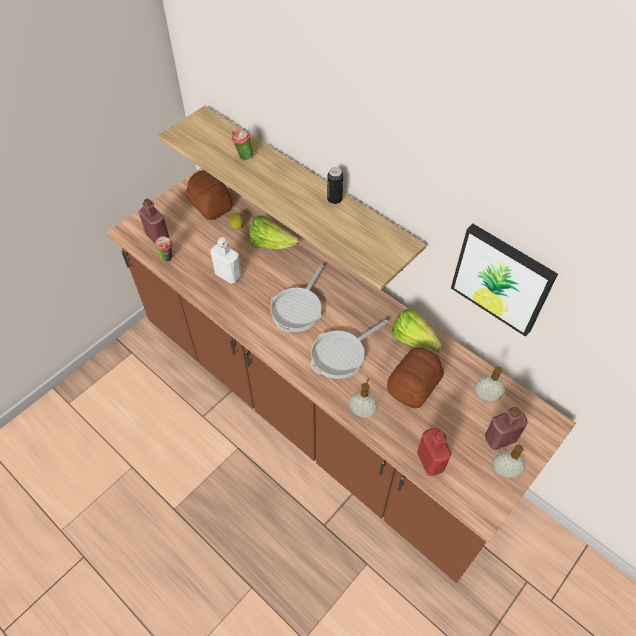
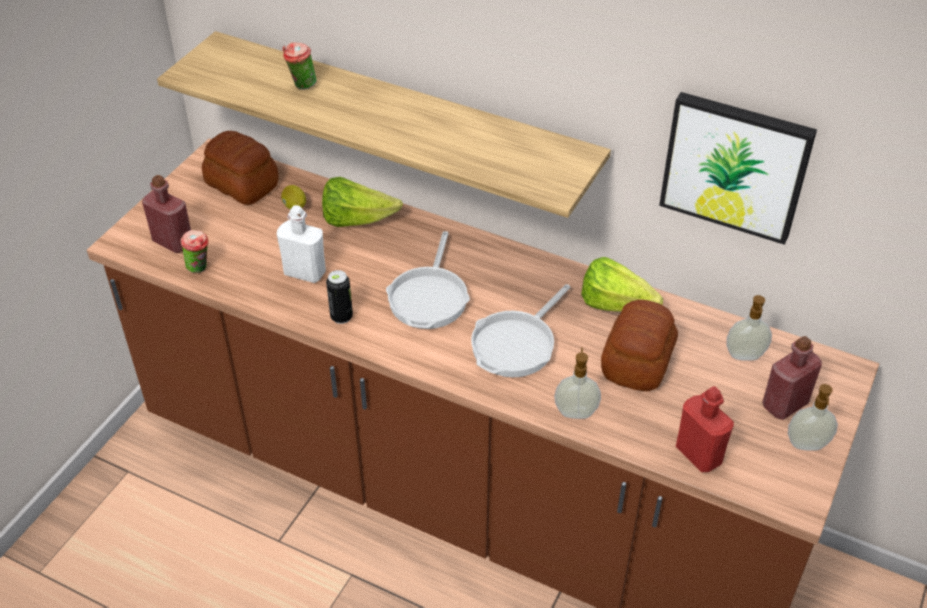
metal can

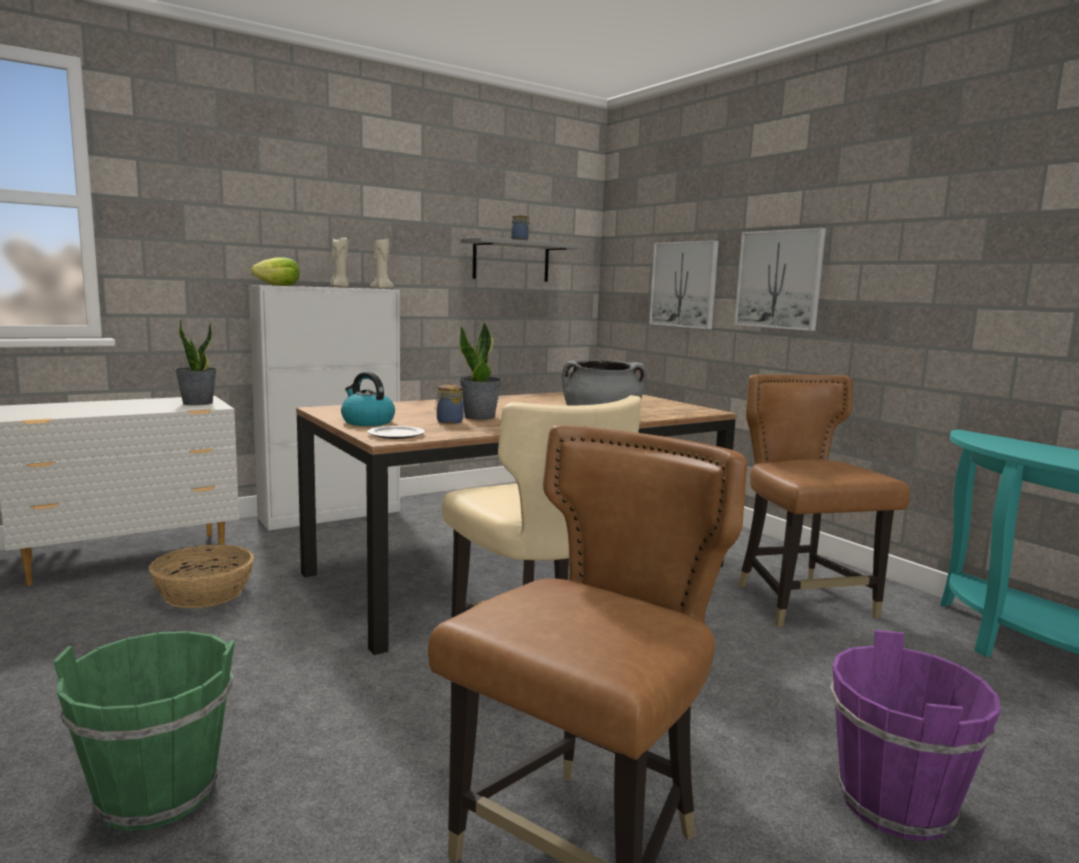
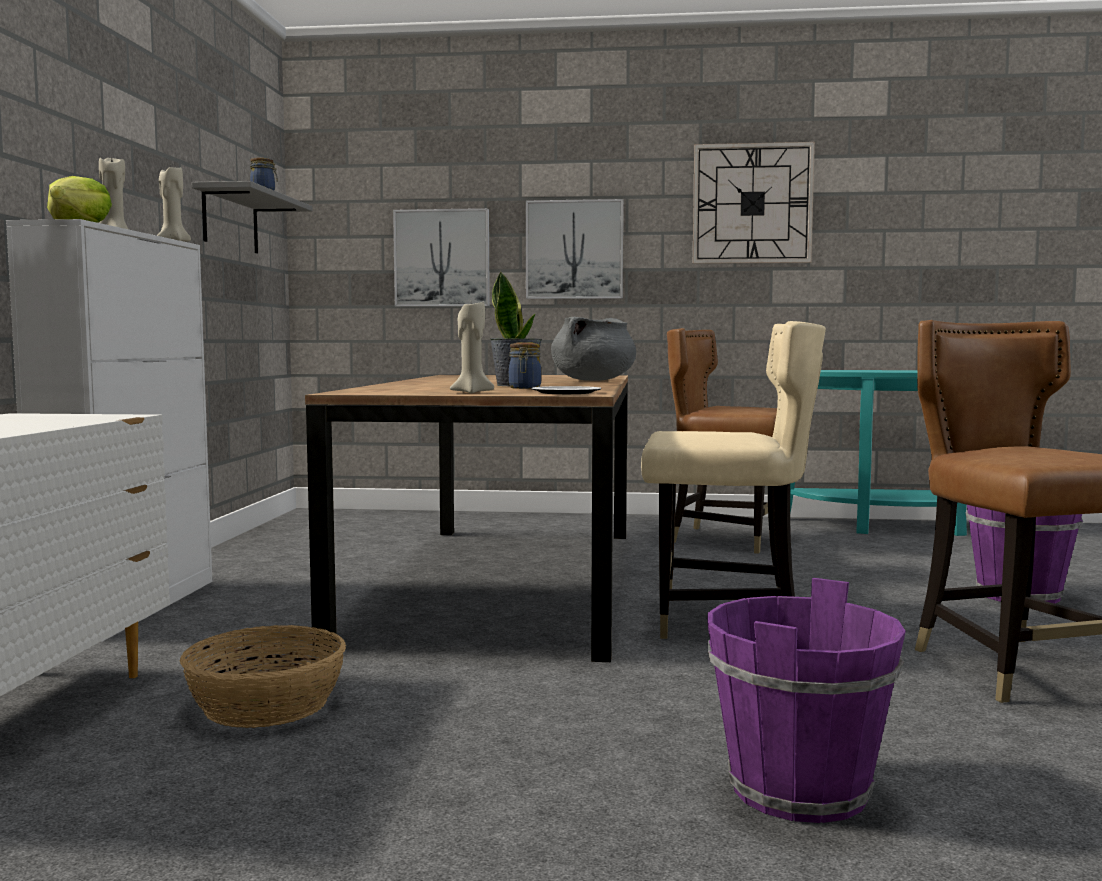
pail/purplish (1st from left)
potted plant (1st from left in the first image)
wax candle/beige-coloured (3rd from left)
clock on the wall

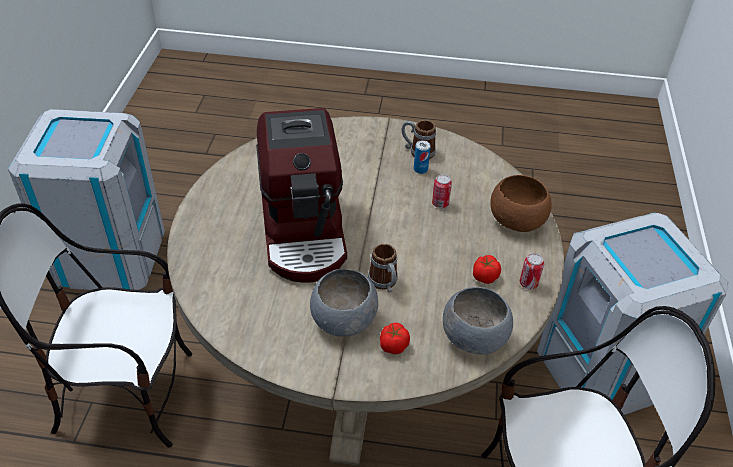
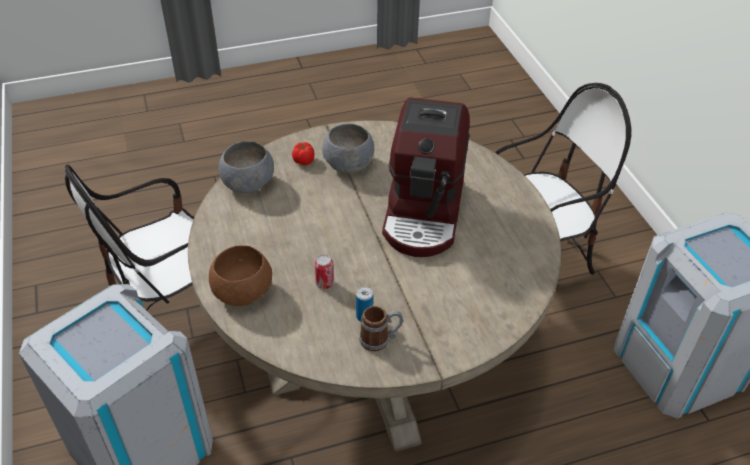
coffee maker
tea mug (1st from left in the first image)
whole tomato (2nd from left in the first image)
metal can (3rd from left in the first image)

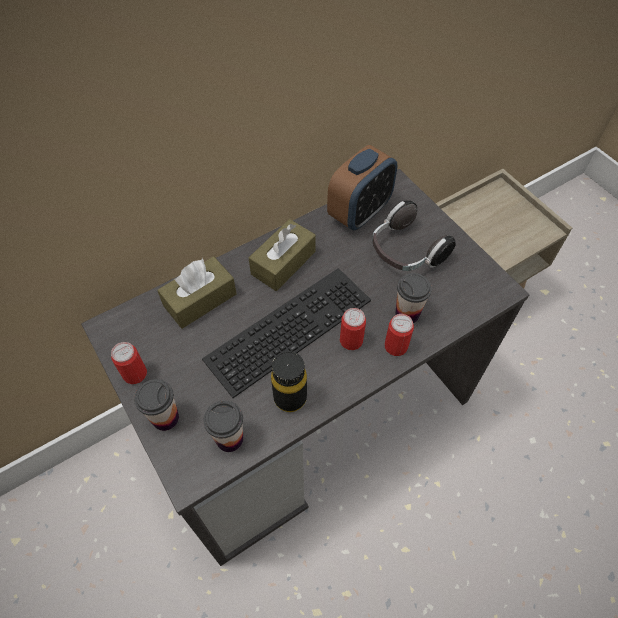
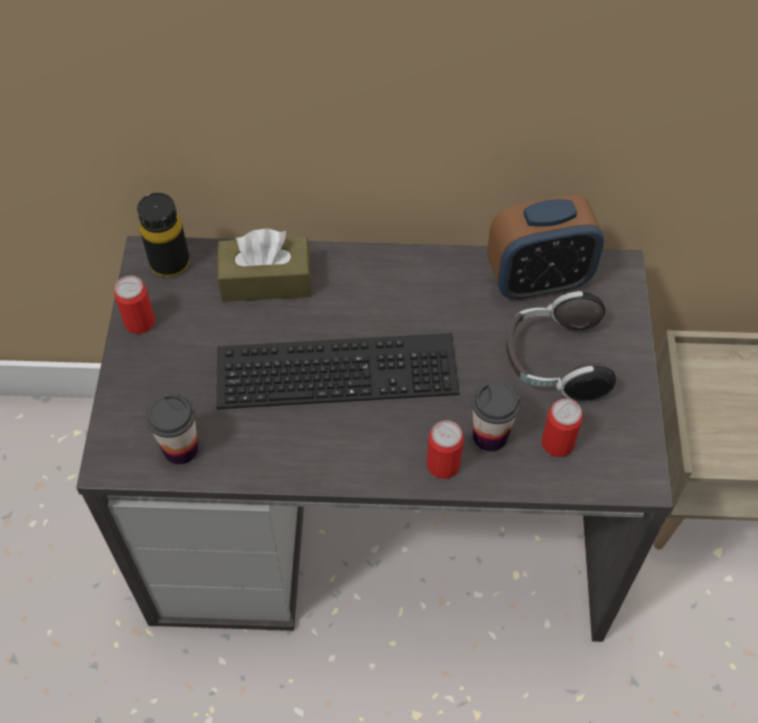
small cup (1st from left in the first image)
tissue holder/brown-coloured (2nd from left in the first image)
bottle/black
metal can (3rd from left)

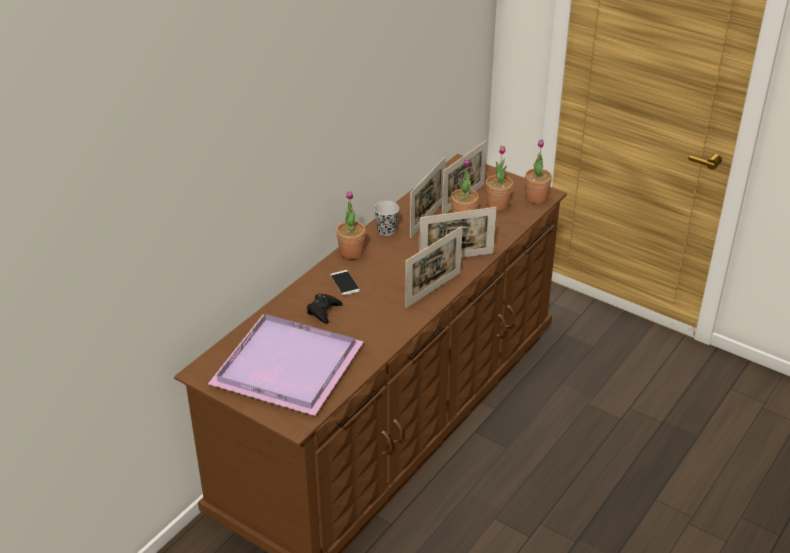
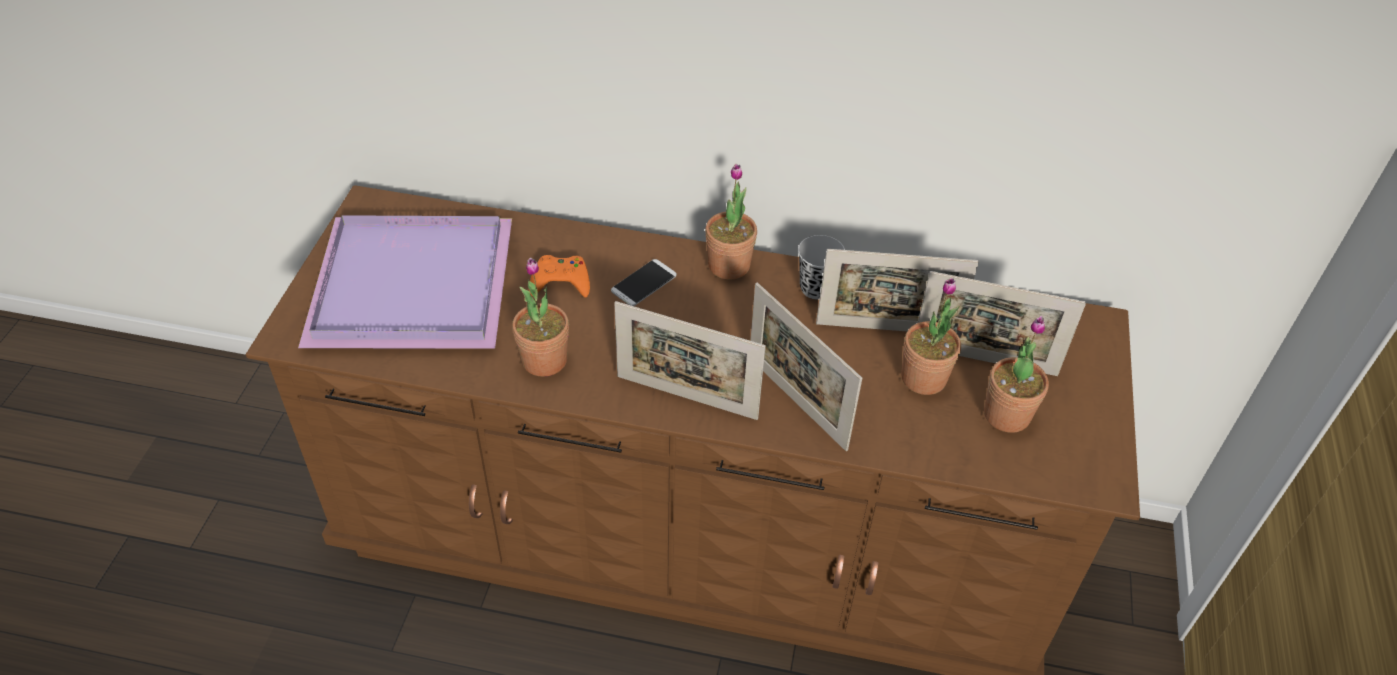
gamepad/orangey
potted plant (1st from left)

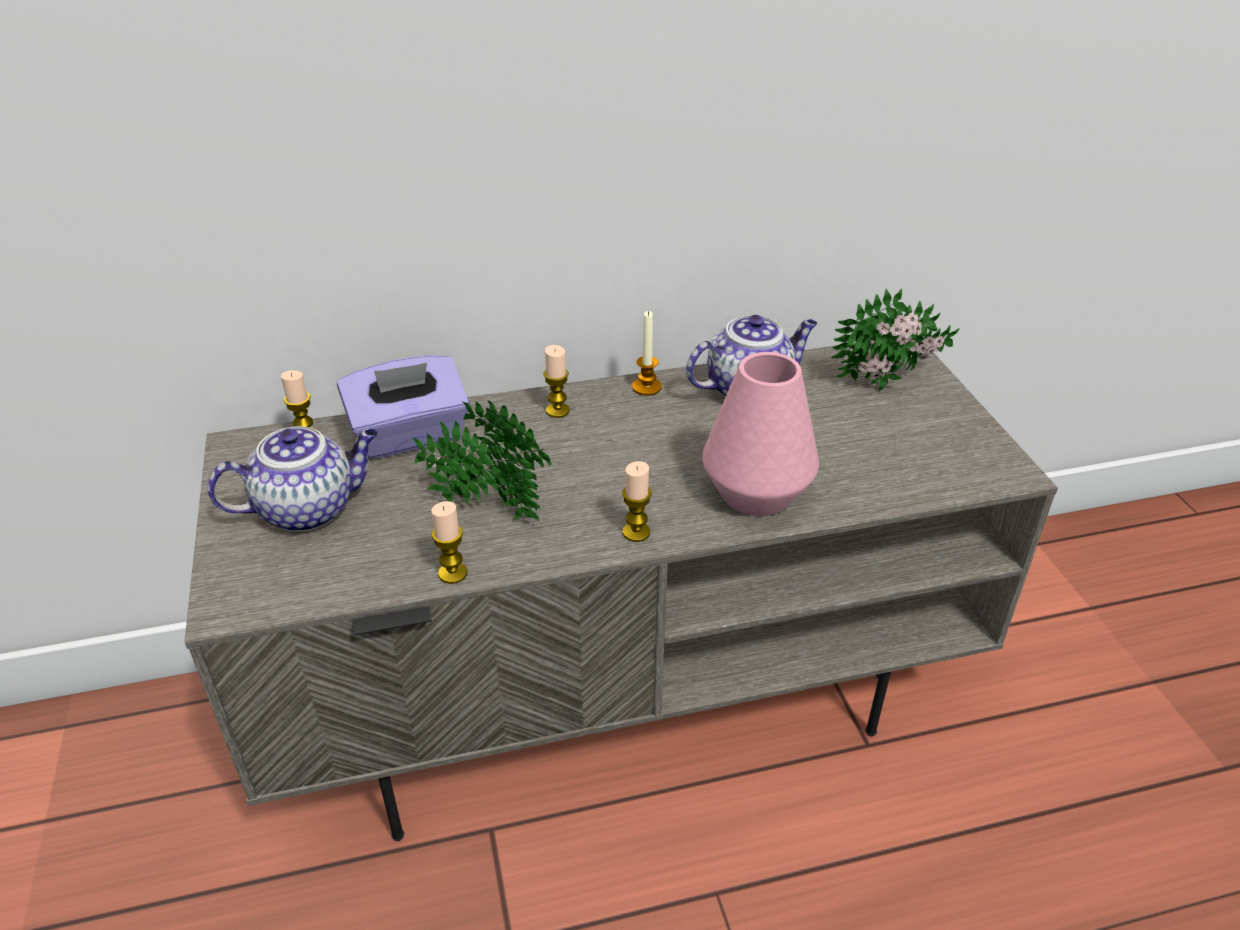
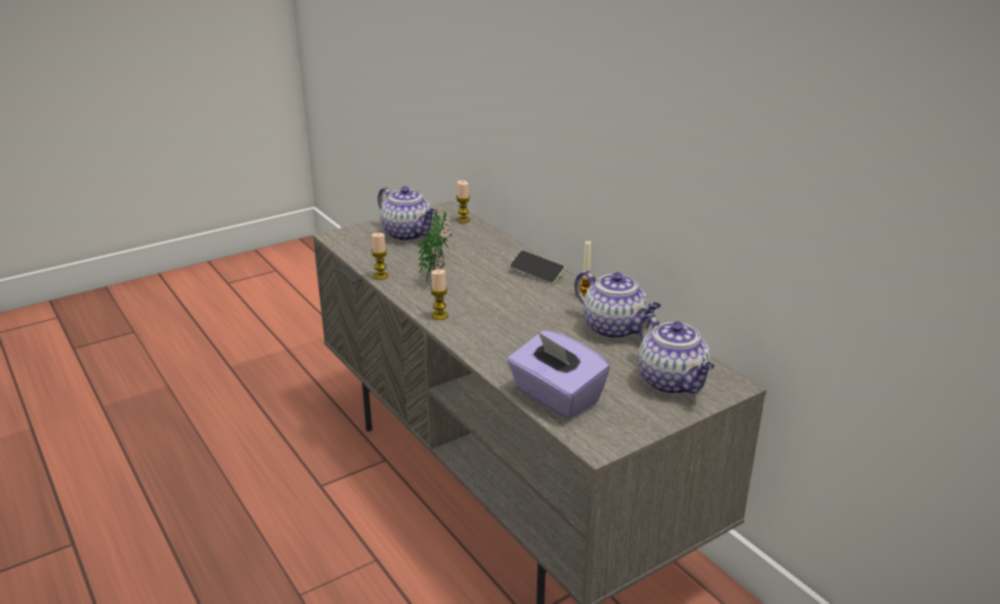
tissue holder/purplish
telephone
decorative vase/pink-coloured
teapot (3rd from left)

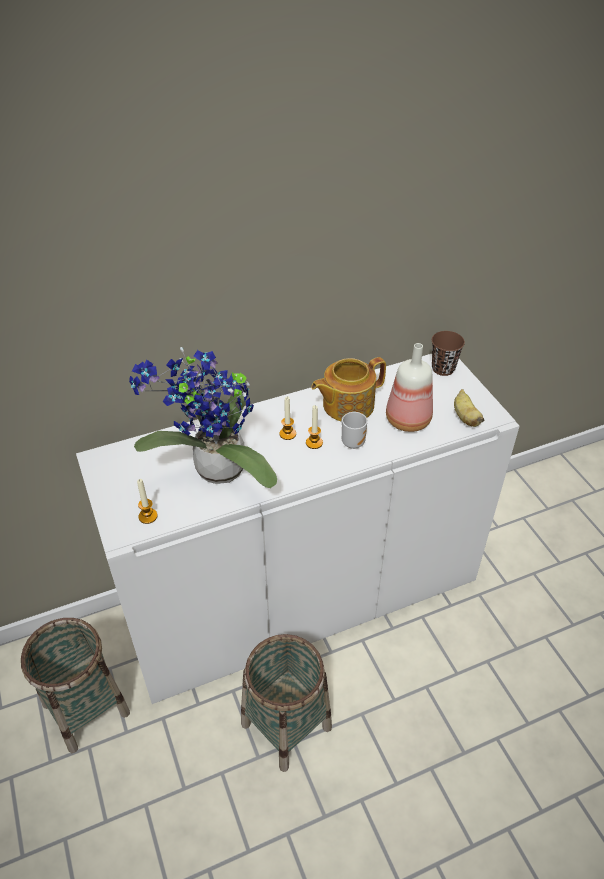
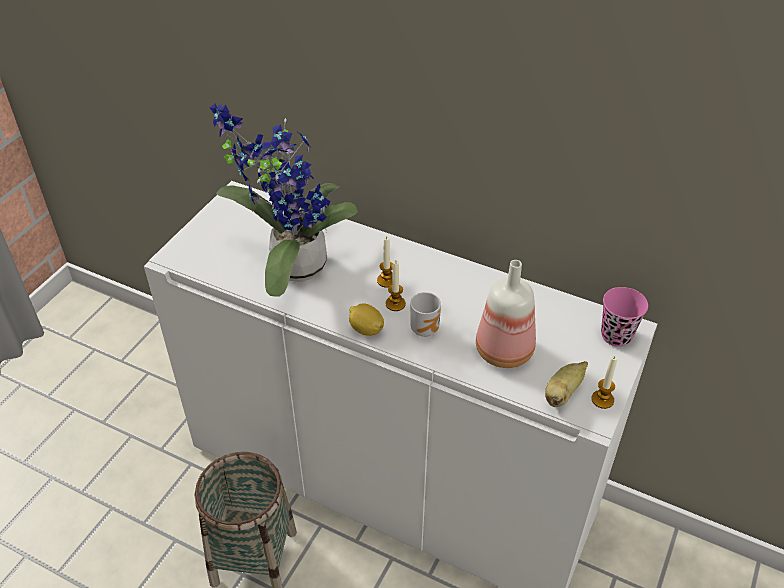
basket (1st from left in the first image)
wax candle (3rd from left)
teapot
small cup/pink-coloured
citrus fruit

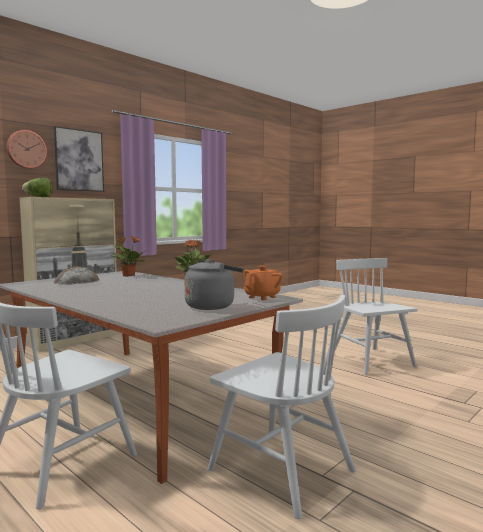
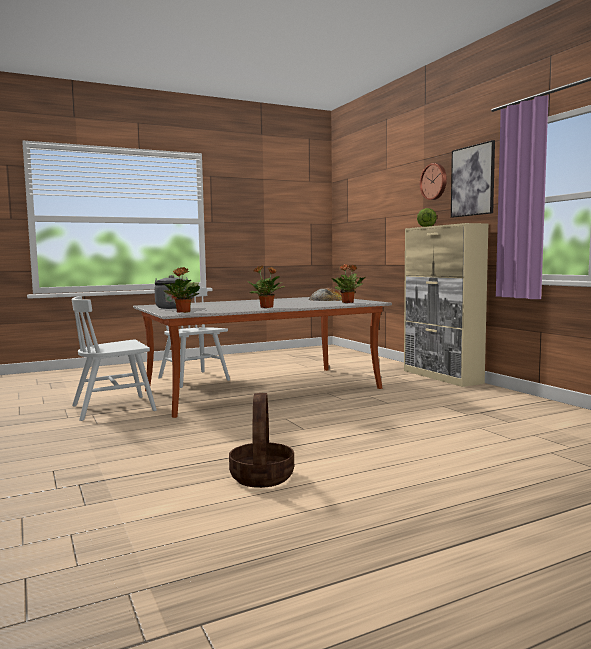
potted plant (1st from left)
basket

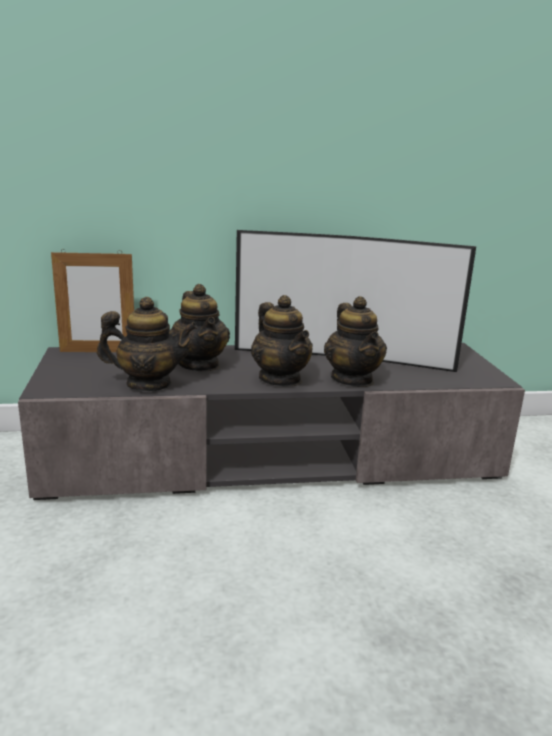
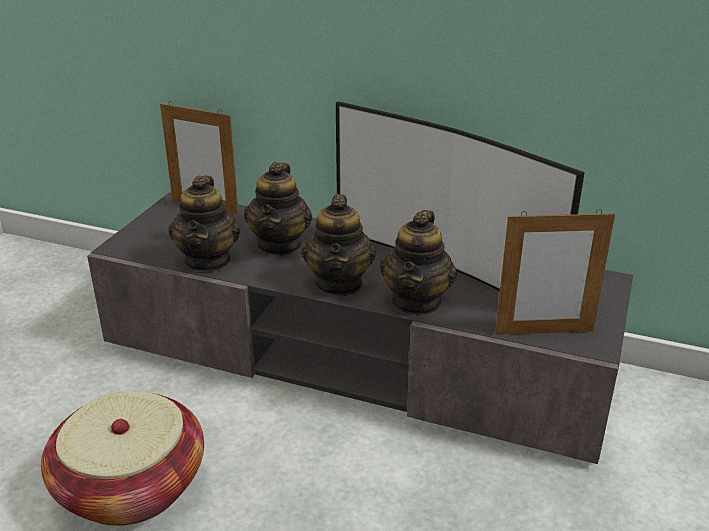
teapot (1st from left)
basket
picture frame (2nd from left)

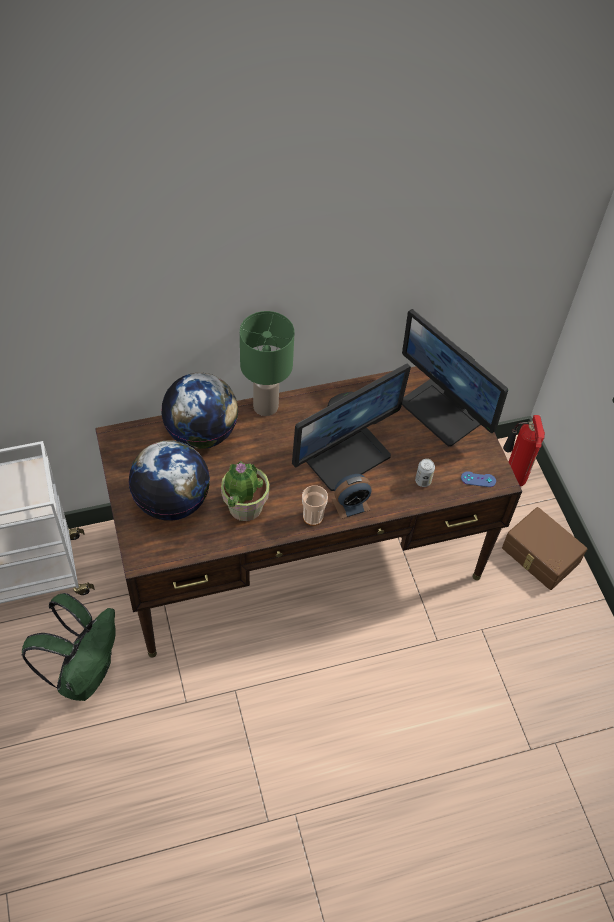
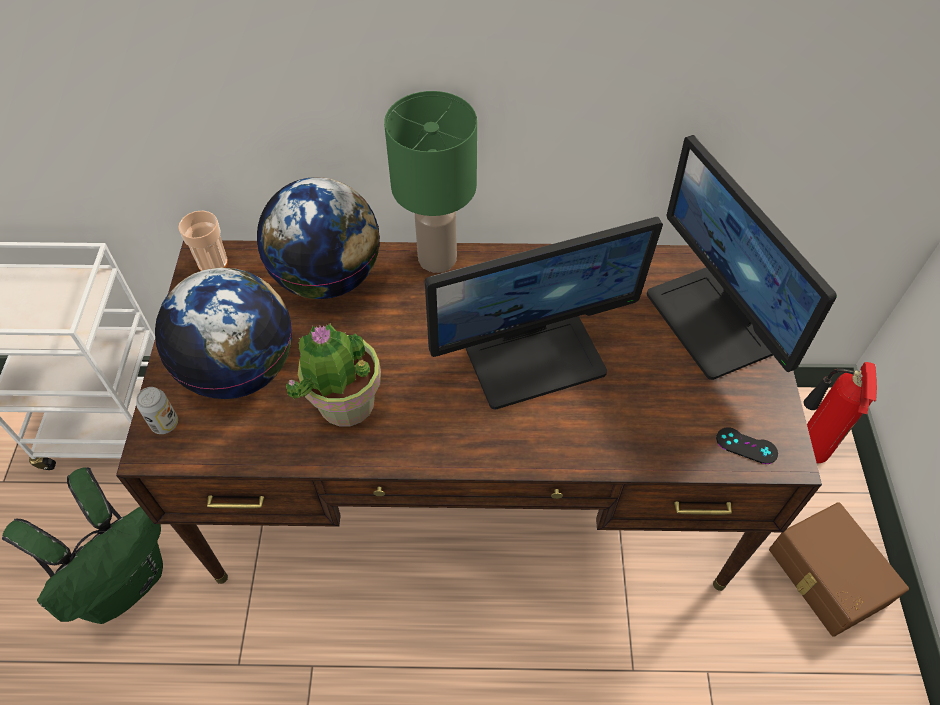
small cup
alarm clock
metal can
gamepad/black

